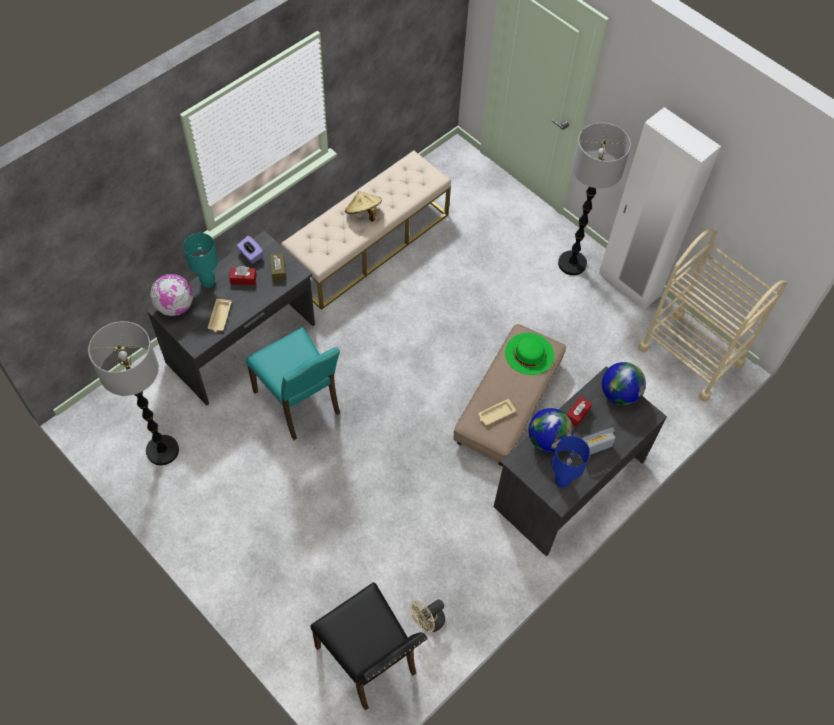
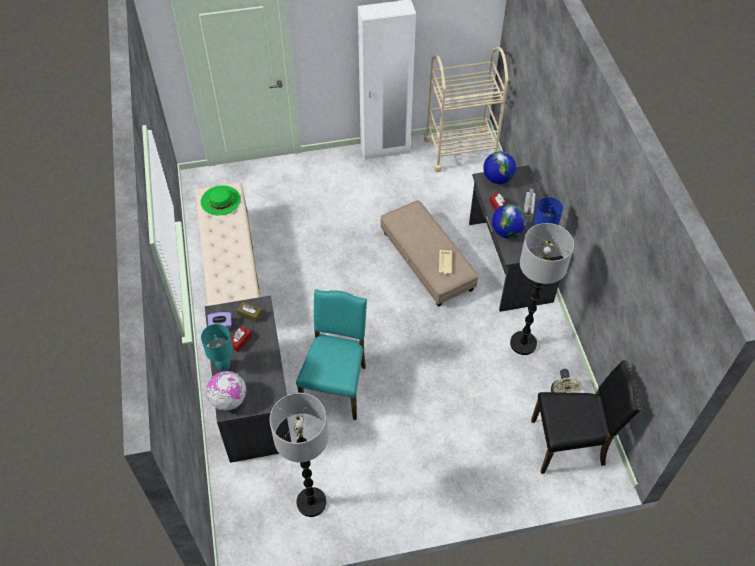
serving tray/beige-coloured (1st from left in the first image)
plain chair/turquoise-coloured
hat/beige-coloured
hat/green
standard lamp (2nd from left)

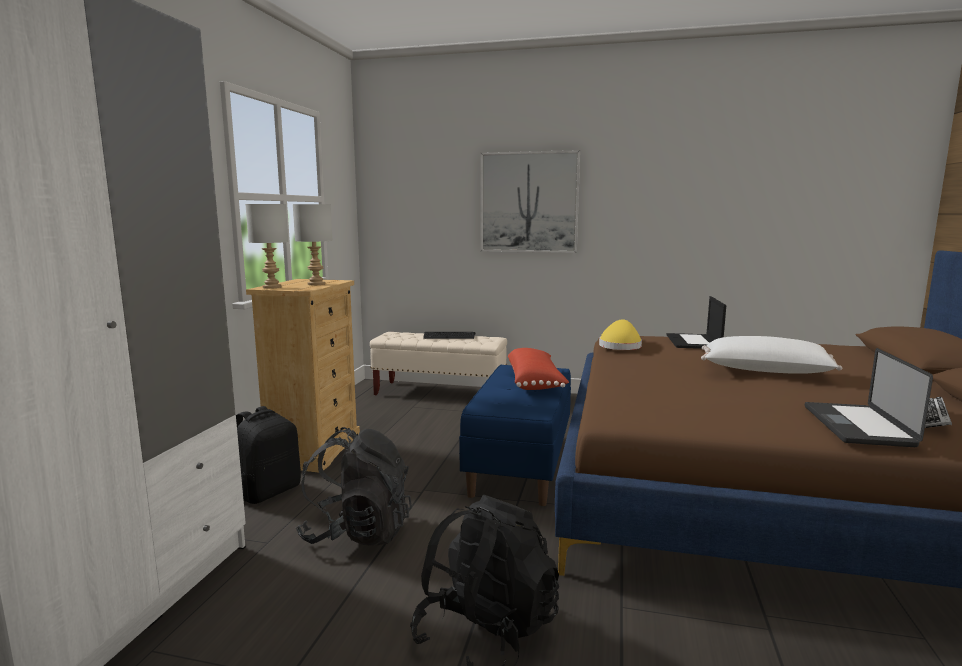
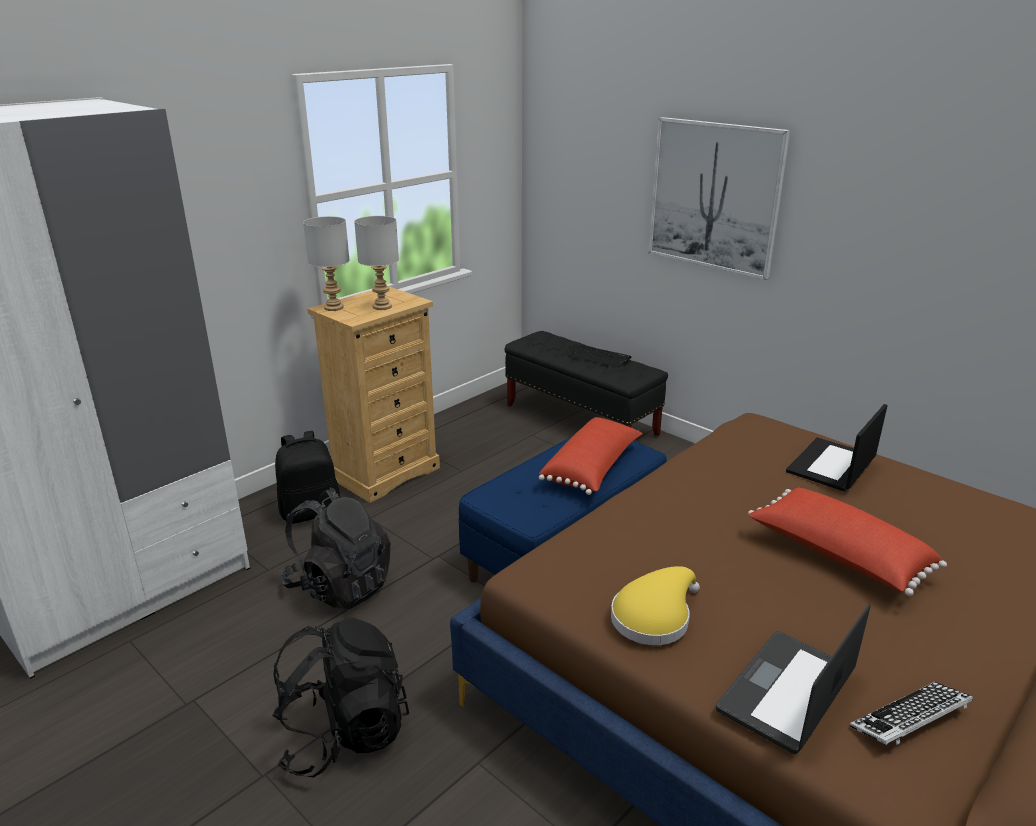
indoor bench/black
hat/yellow-coloured
throw pillow/reddish (2nd from left)

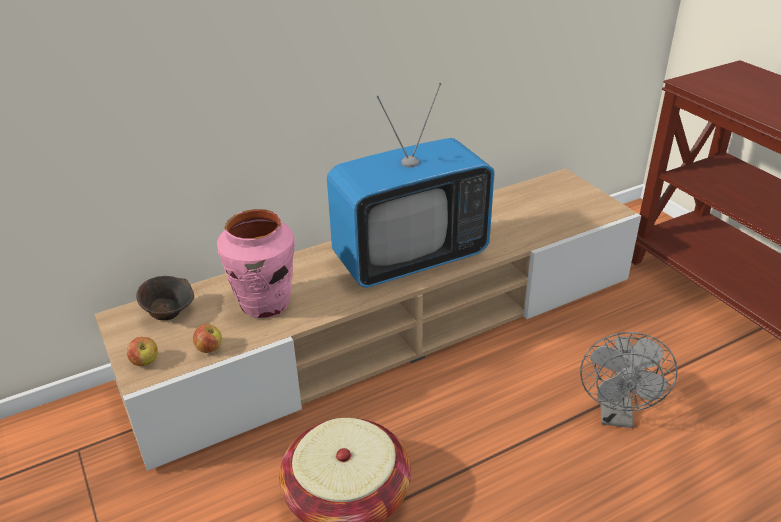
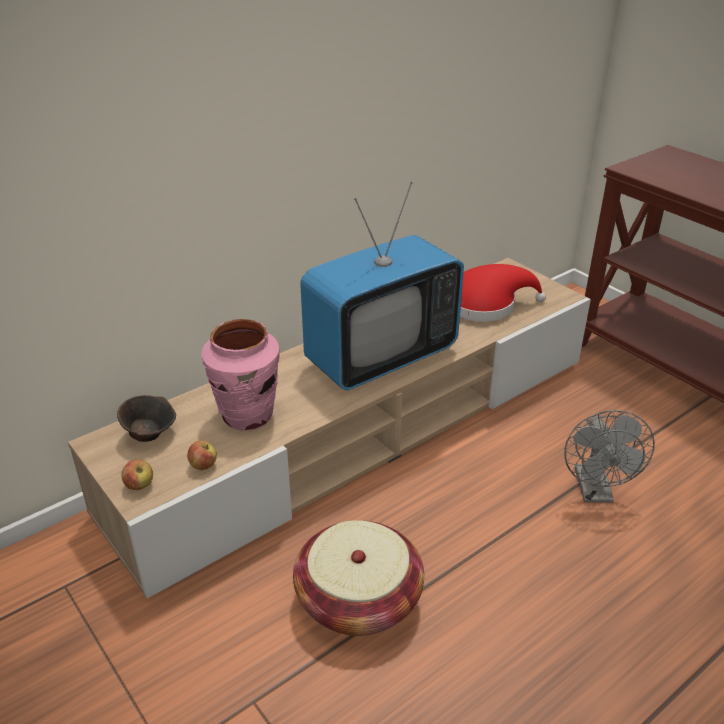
hat/reddish

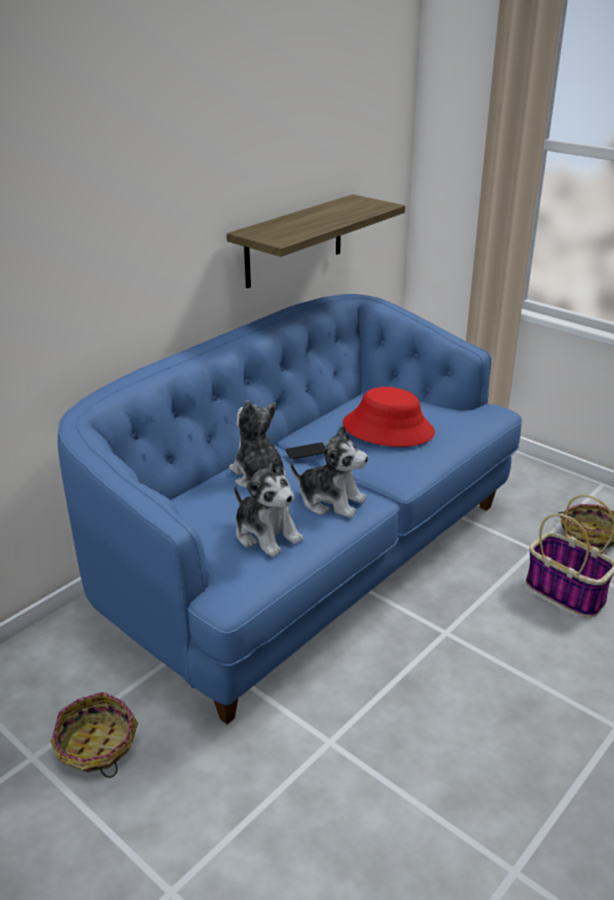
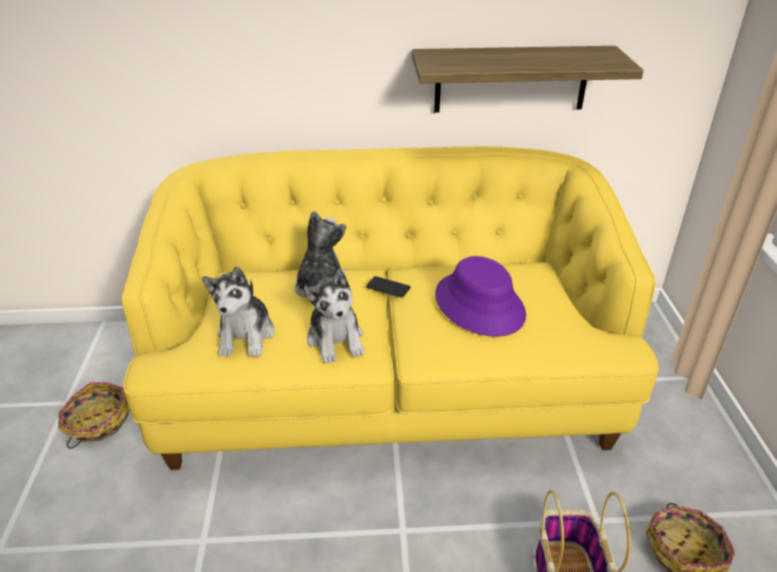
couch/yellow-coloured
hat/purplish

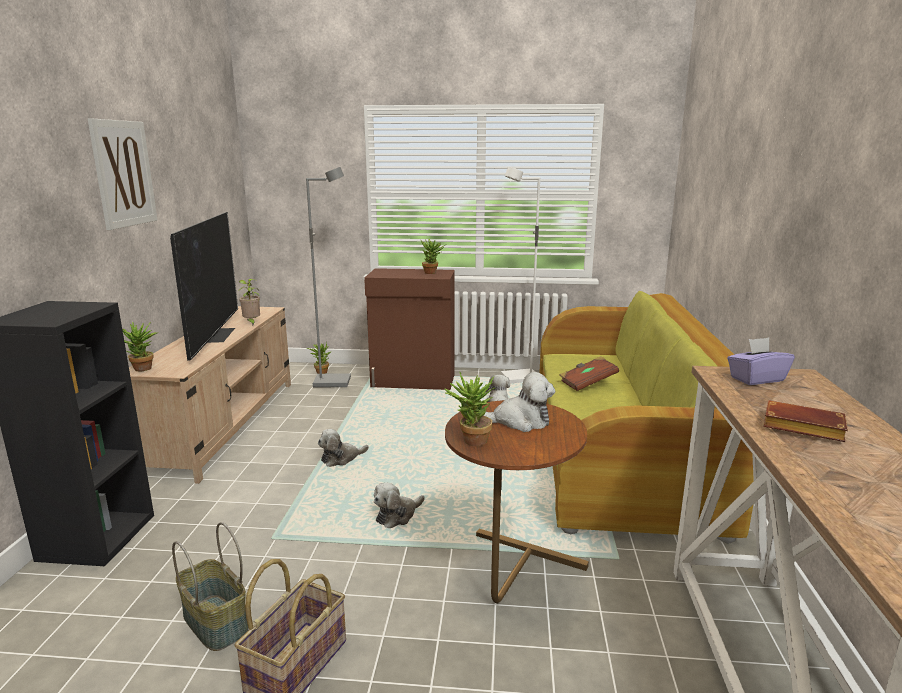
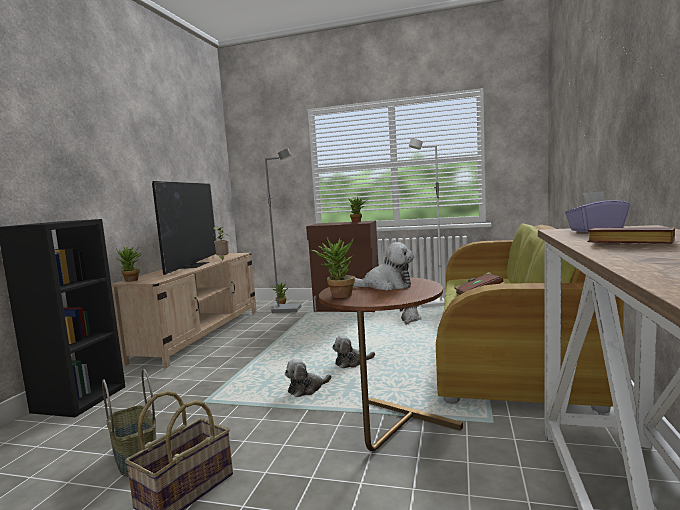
wall picture
cuddly toy (2nd from left)

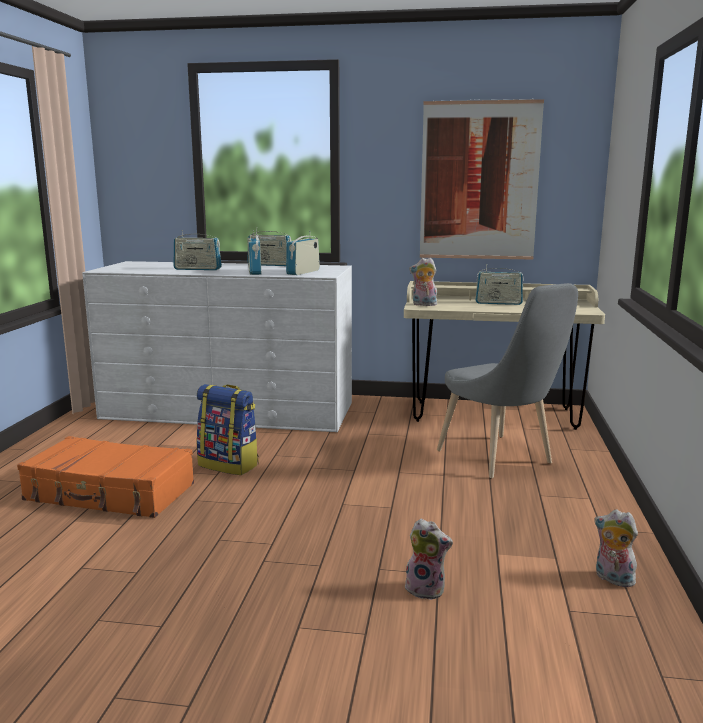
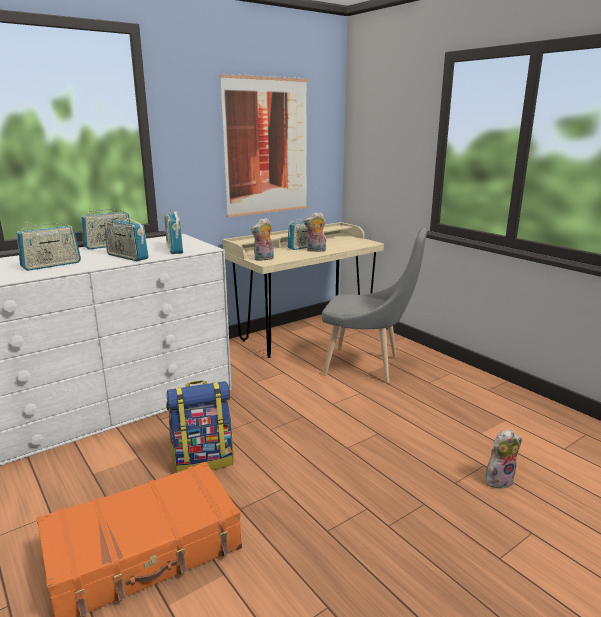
cuddly toy (2nd from left)

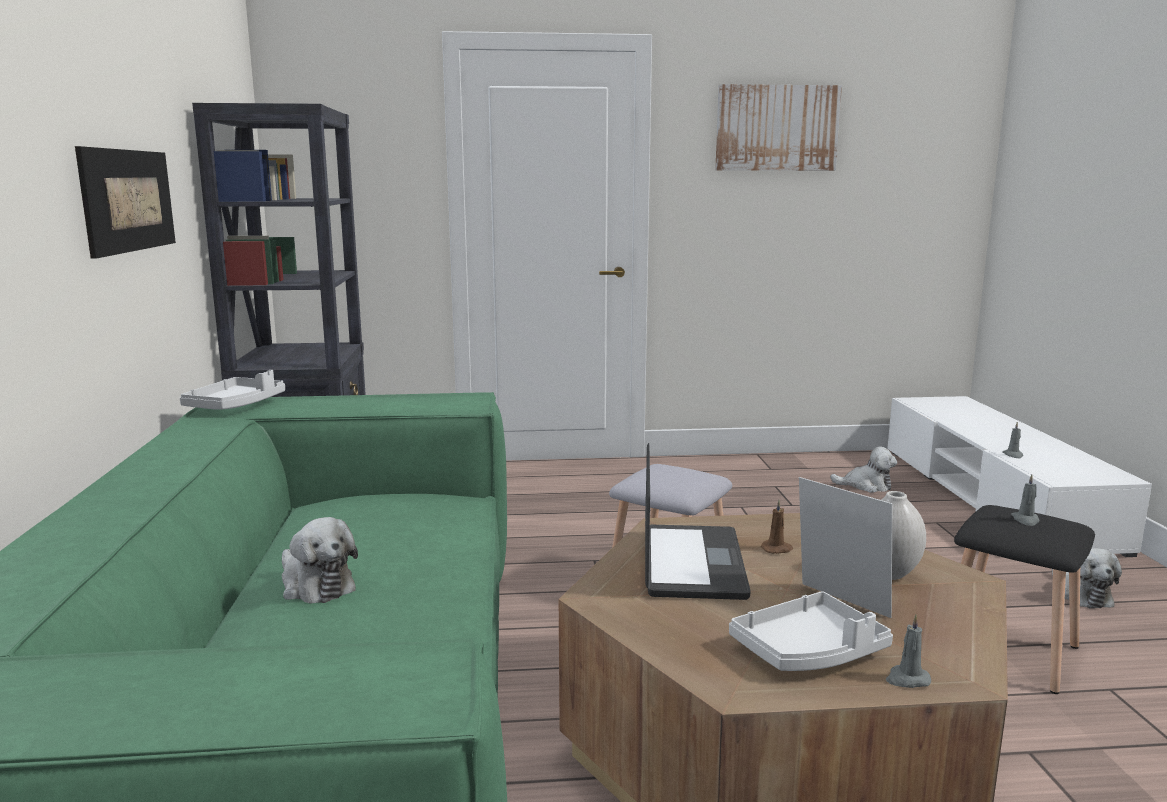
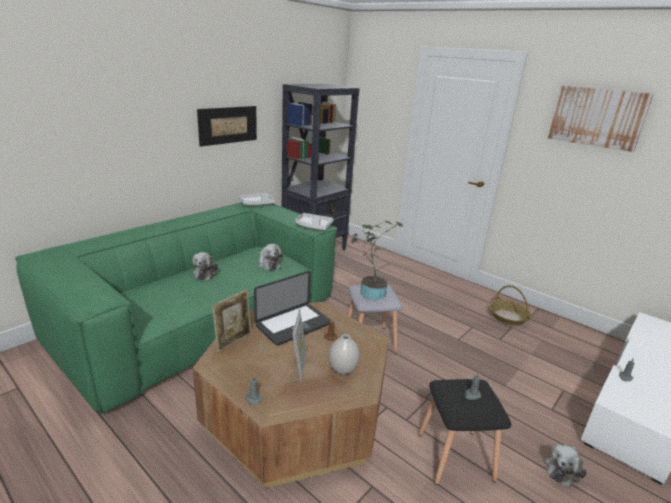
serving tray/white (2nd from left)
cuddly toy (2nd from left)
picture frame (1st from left)
potted plant
basket

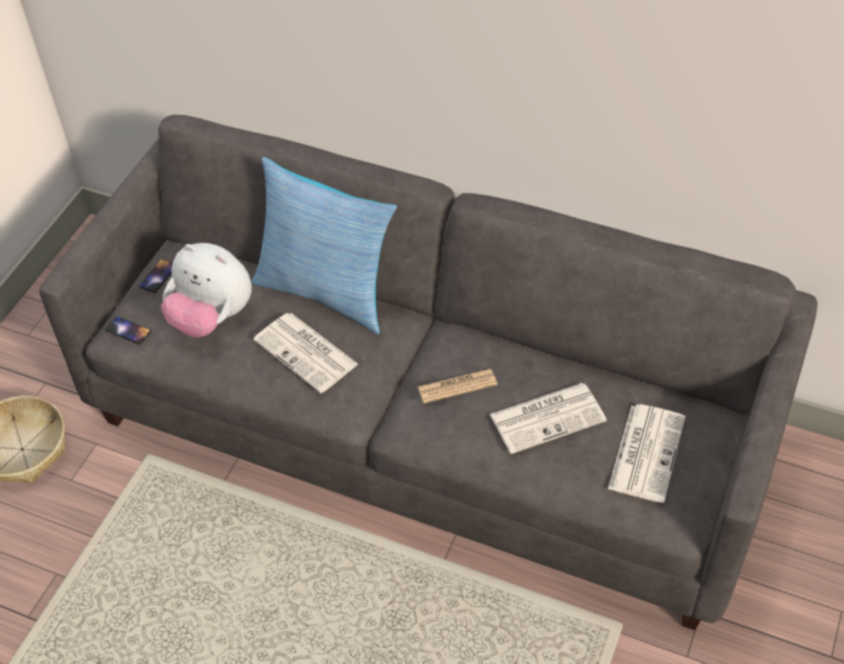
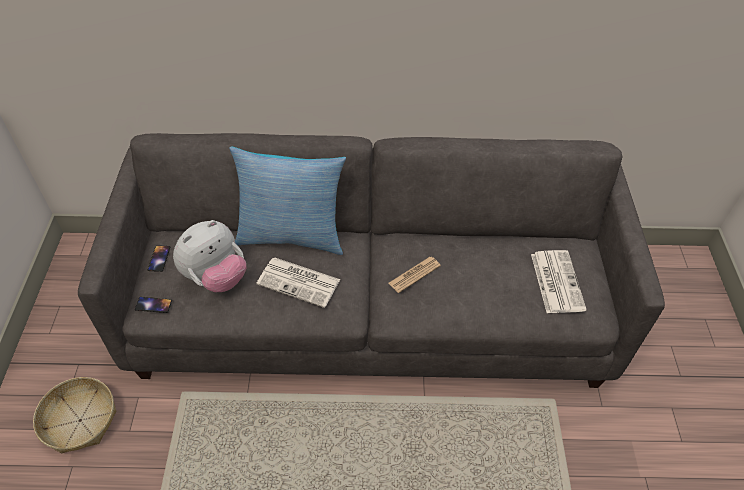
cuddly toy
daily paper (3rd from left in the first image)

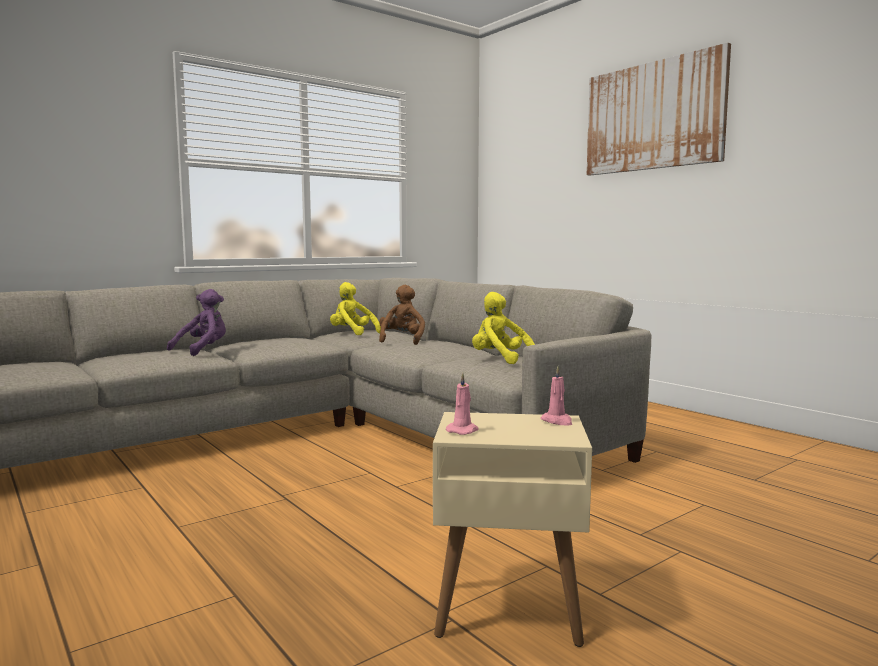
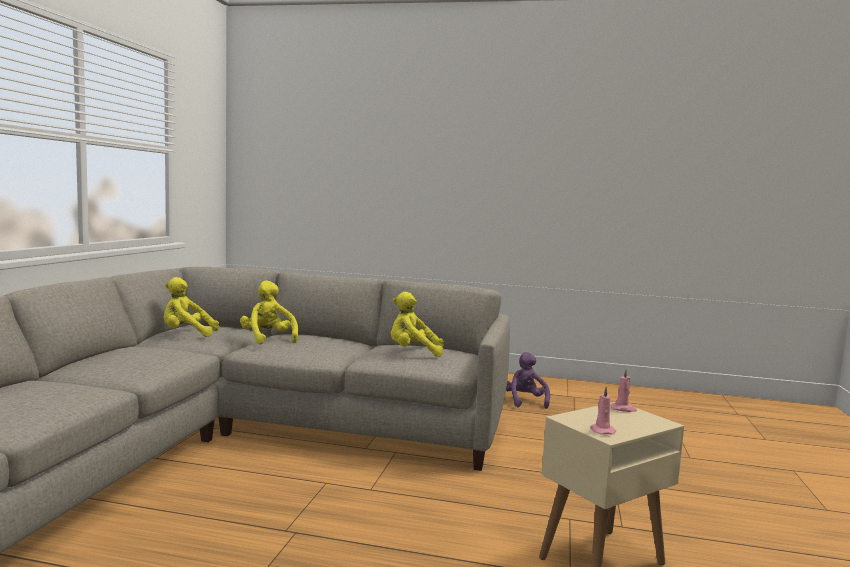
cuddly toy/purplish
cuddly toy/yellow-coloured (2nd from left)
wall picture

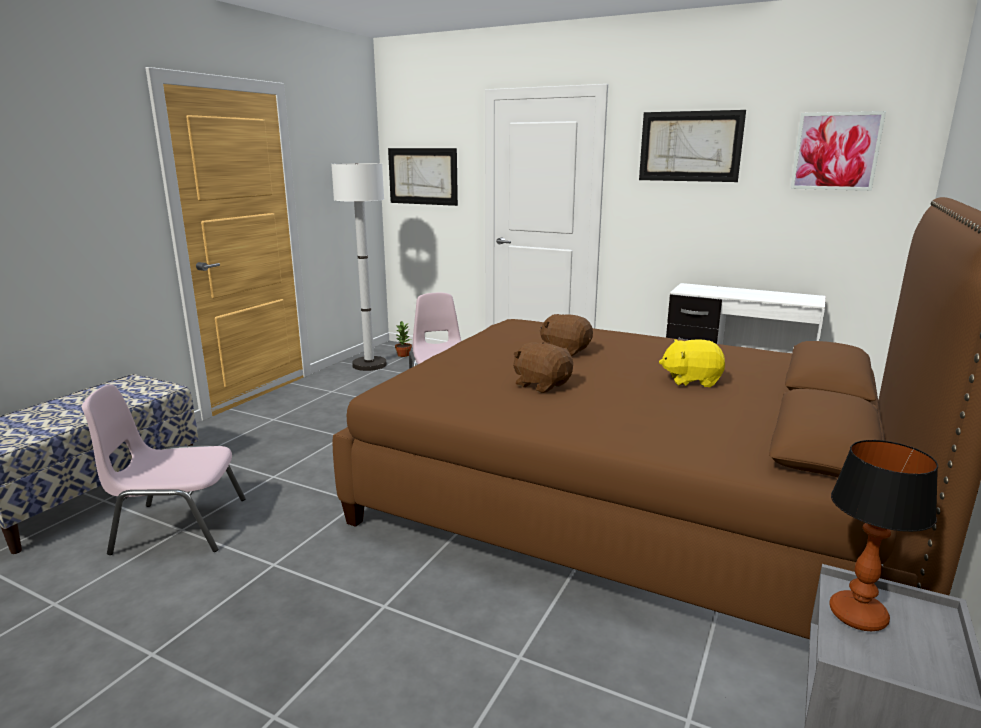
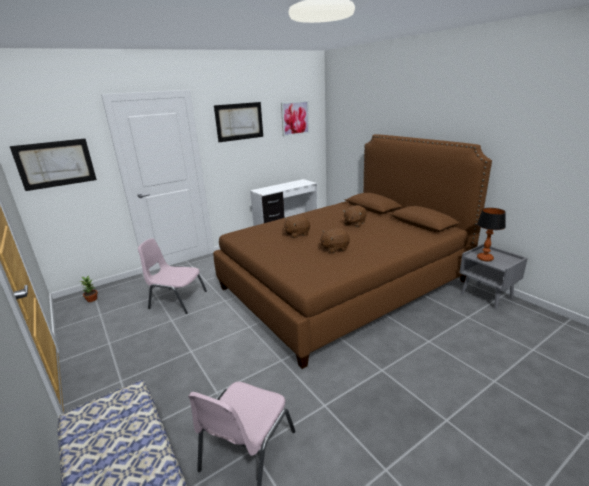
standard lamp/white
cuddly toy/brown-coloured (3rd from left)

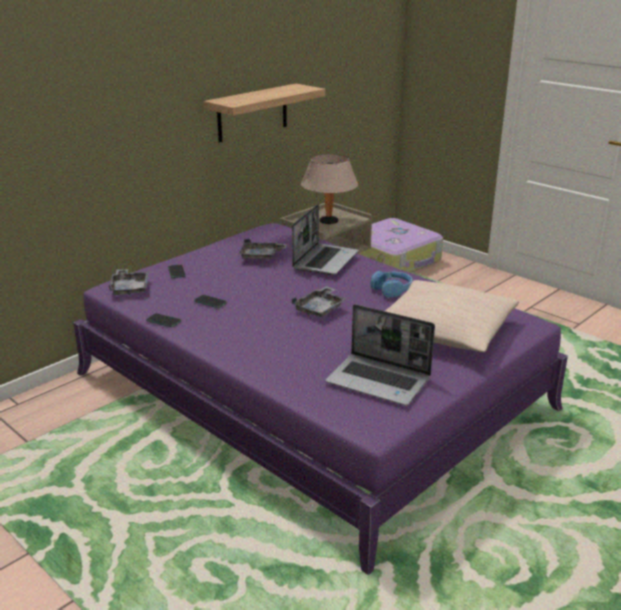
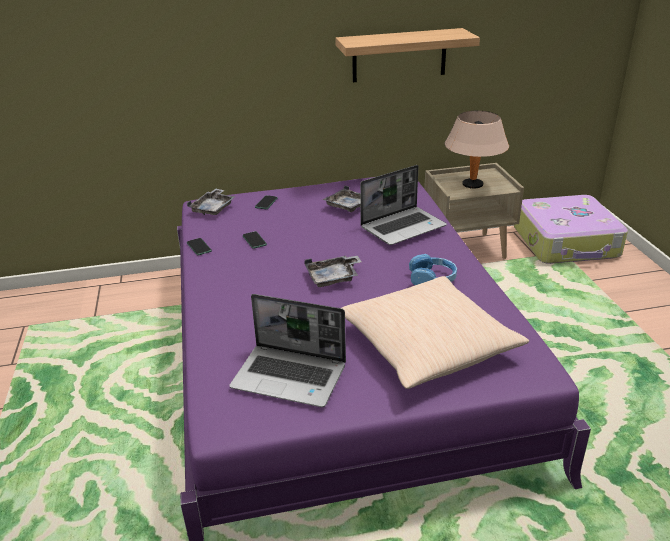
notebook computer (1st from left)

